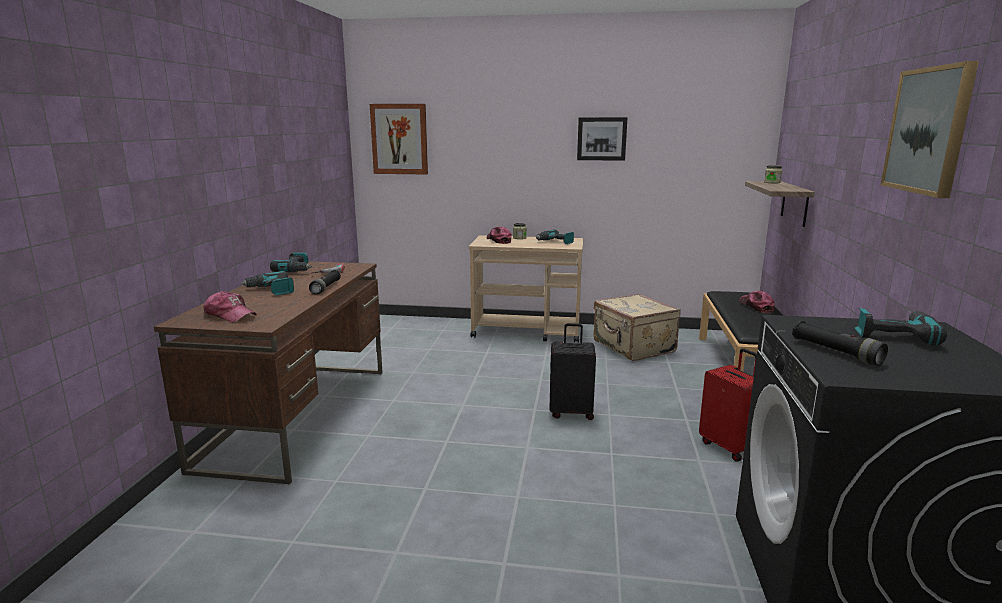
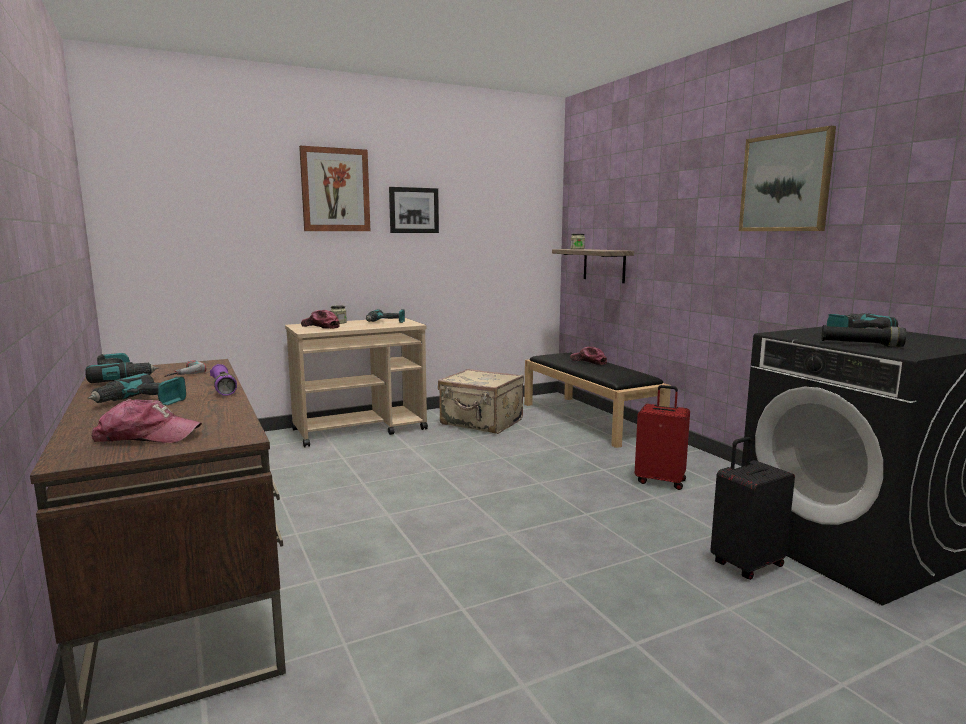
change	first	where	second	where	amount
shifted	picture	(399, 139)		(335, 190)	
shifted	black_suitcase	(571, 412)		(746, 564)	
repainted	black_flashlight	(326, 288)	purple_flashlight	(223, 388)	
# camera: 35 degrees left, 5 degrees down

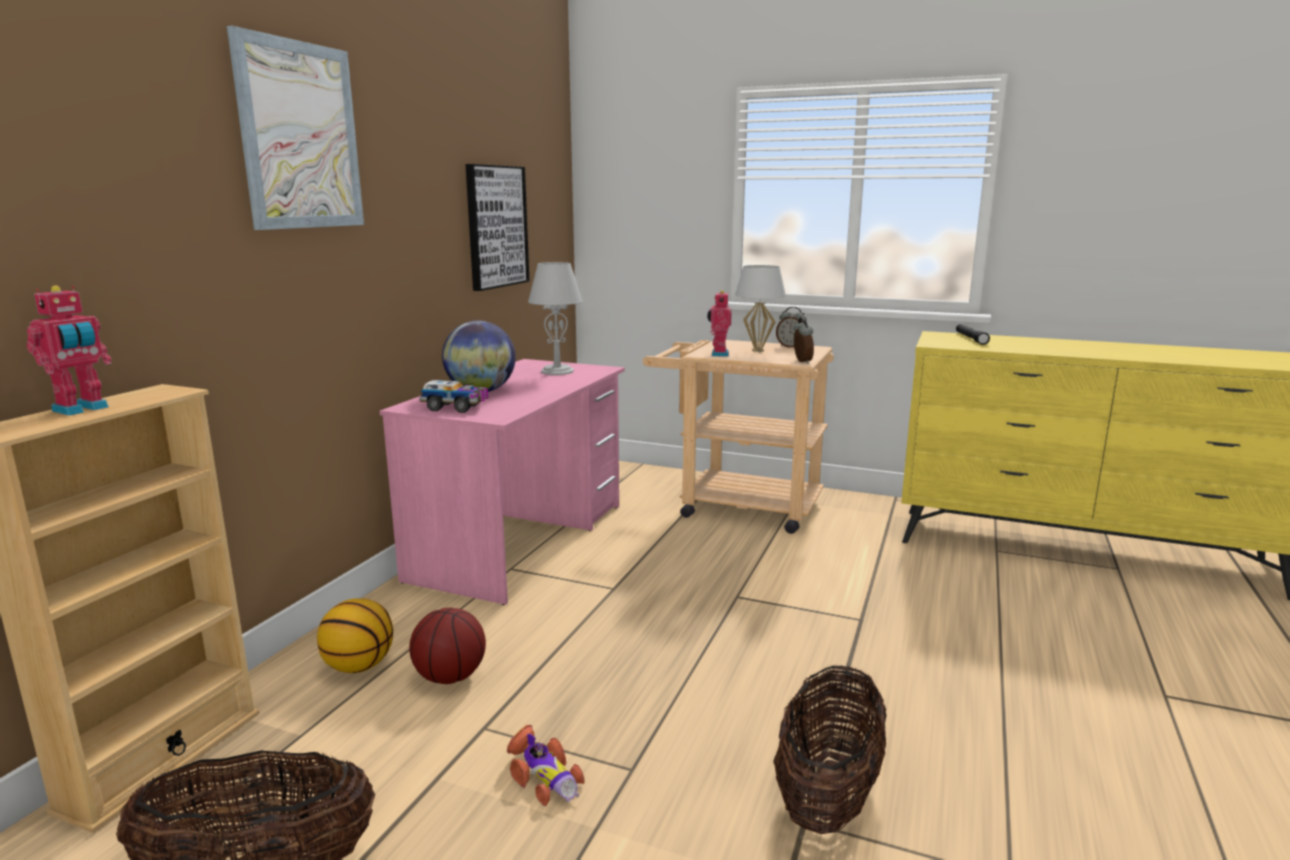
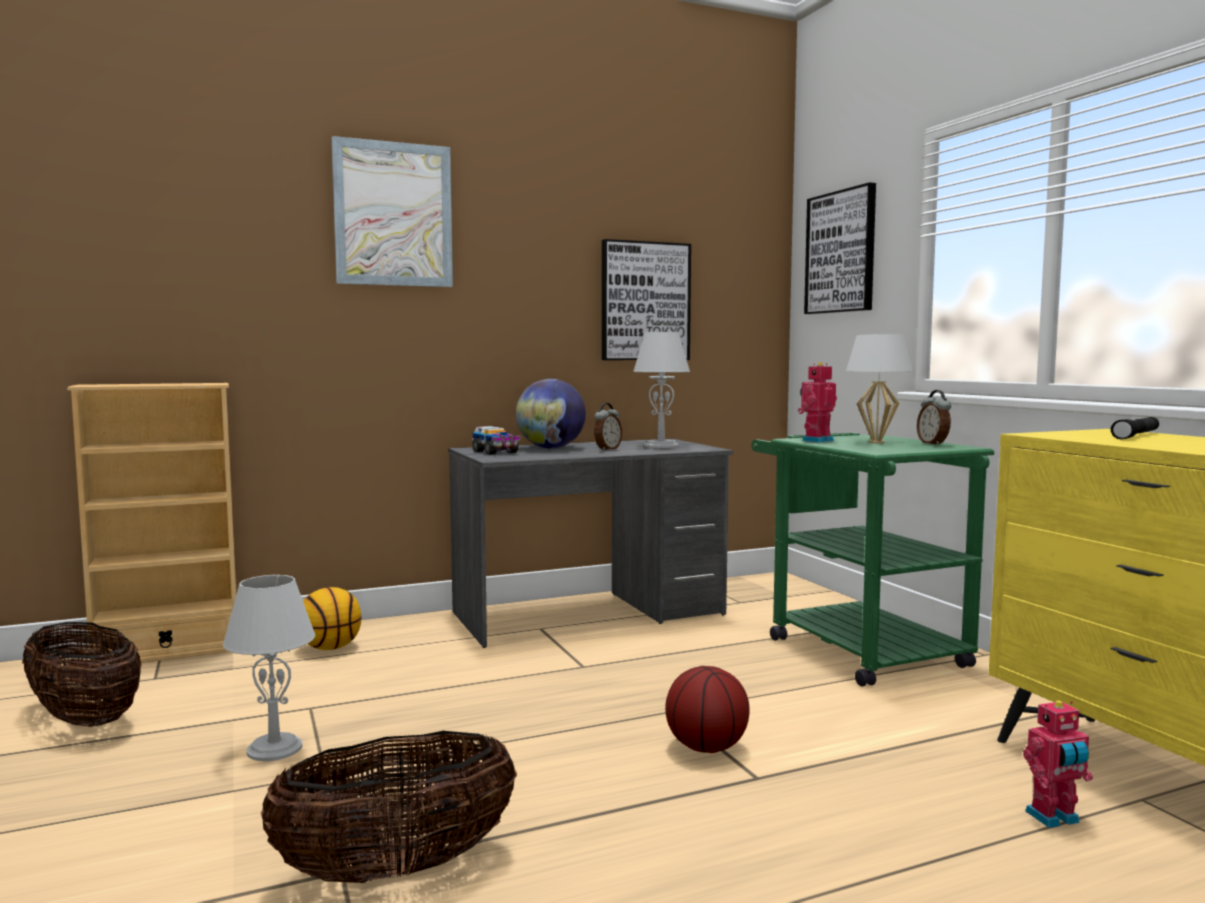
change	first	where	second	where	amount
new			picture	(841, 252)	
shifted	toy_robot	(82, 409)		(1054, 818)	
shifted	basketball	(450, 677)		(706, 748)	
shifted	alarm_clock	(801, 361)		(607, 449)	
swapped	toy_car	(543, 776)	grey_table_lamp	(275, 748)	
repainted	pink_desk	(521, 541)	grey_desk	(589, 614)	
repainted	beige_cart	(737, 505)	green_cart	(855, 647)	
# camera: 45 degrees right, 10 degrees down

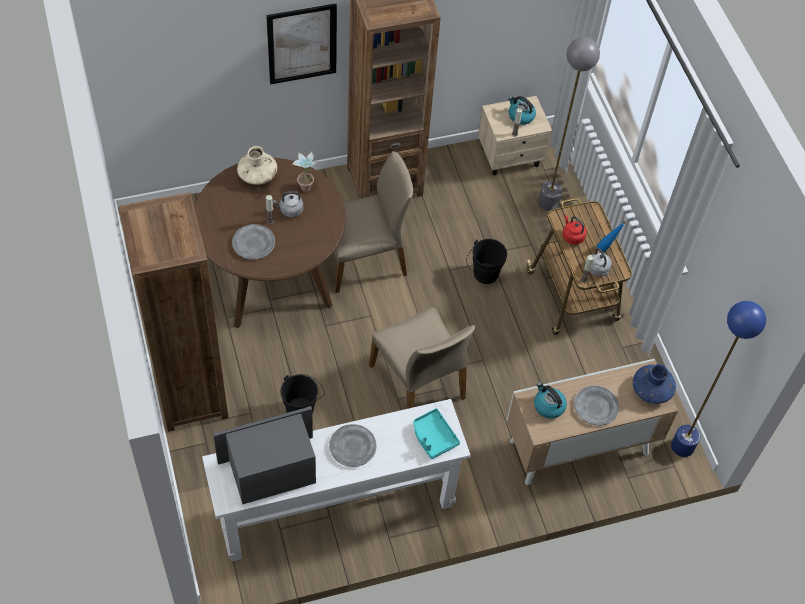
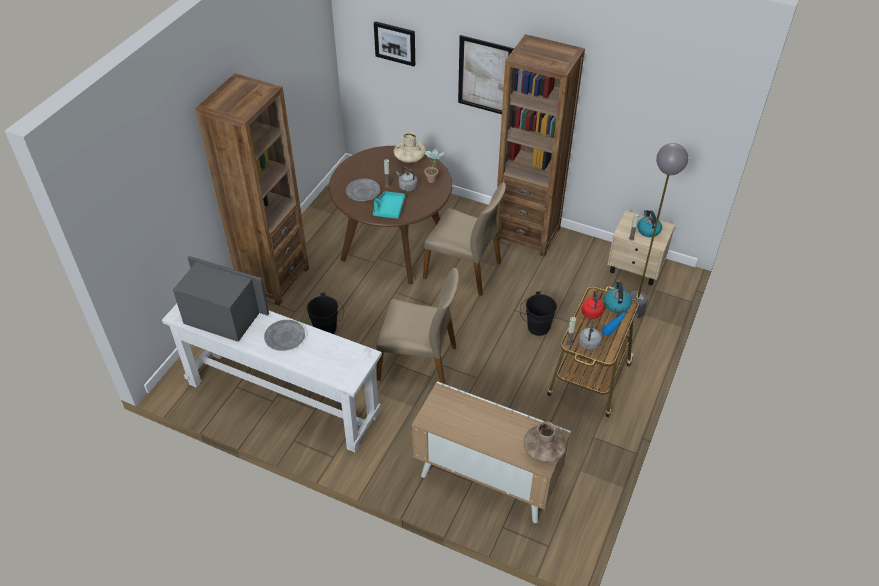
change	first	where	second	where	amount
gone	grey_plate	(595, 406)			
gone	blue_floor_lamp	(682, 446)			
new			picture	(395, 43)	
shifted	turquoise_tray	(433, 437)		(389, 209)	
shifted	kettle	(548, 406)		(616, 304)	
repainted	blue_vase	(651, 390)	brown_vase	(544, 450)	
rotated	beige_chair	(419, 382)		(418, 362)	90 degrees counterclockwise
# camera: 45 degrees right, 10 degrees down

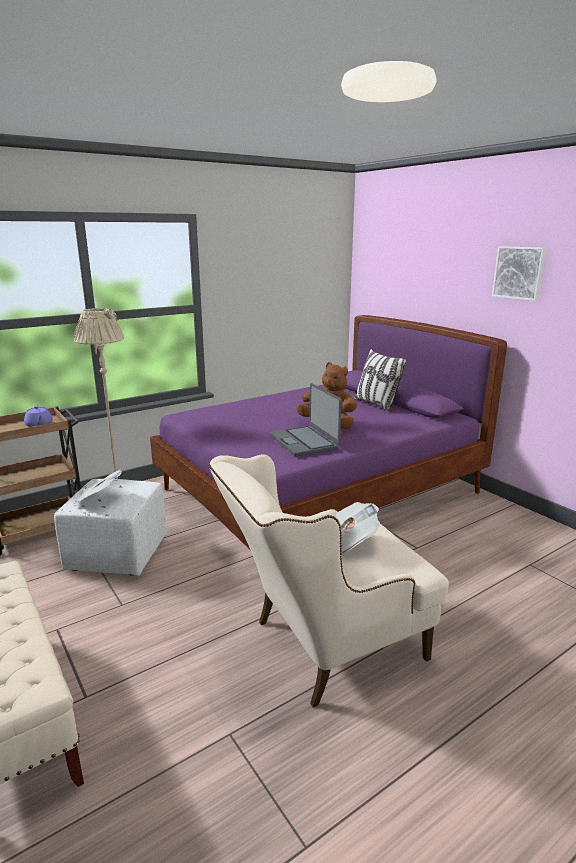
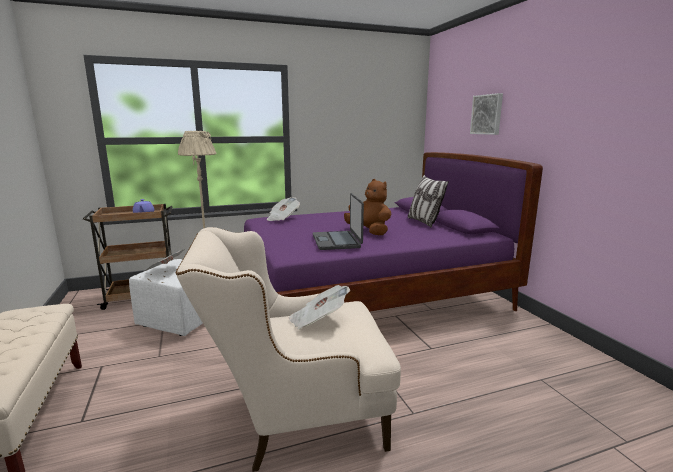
change	first	where	second	where	amount
new			newspaper	(282, 218)	
shifted	picture	(519, 273)		(487, 114)	
# camera: 15 degrees right, 5 degrees down

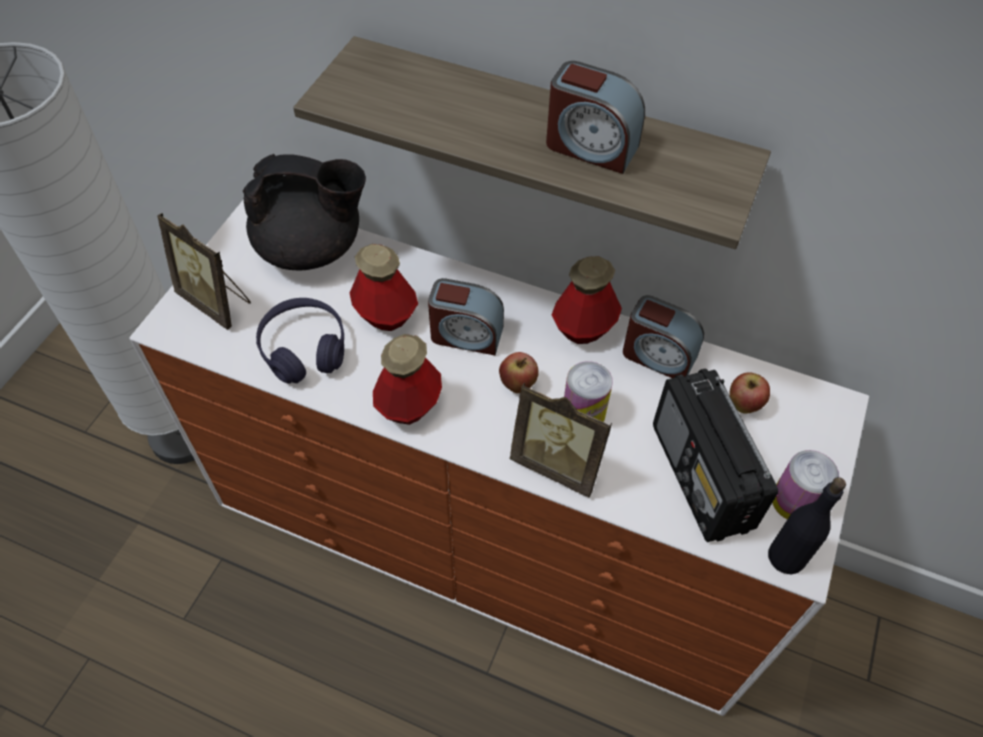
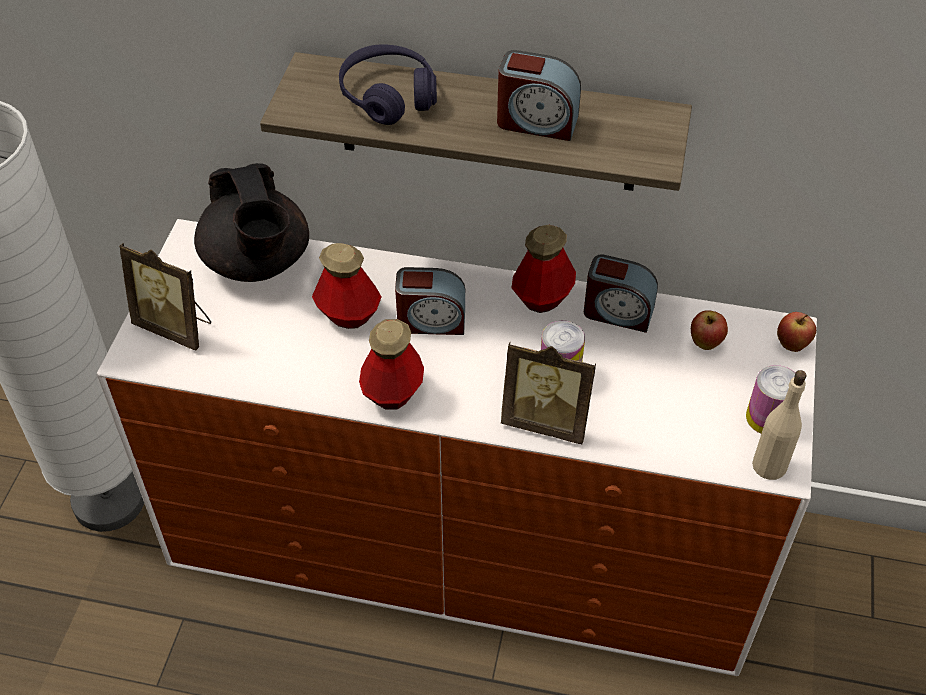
change	first	where	second	where	amount
gone	radio	(701, 478)			
shifted	purple_headphones	(304, 349)		(388, 96)	
shifted	apple	(518, 385)		(792, 345)	
repainted	black_bottle	(786, 556)	beige_bottle	(769, 465)	
rotated	black_teapot	(312, 248)		(257, 263)	75 degrees clockwise
# camera: 10 degrees left, 5 degrees down

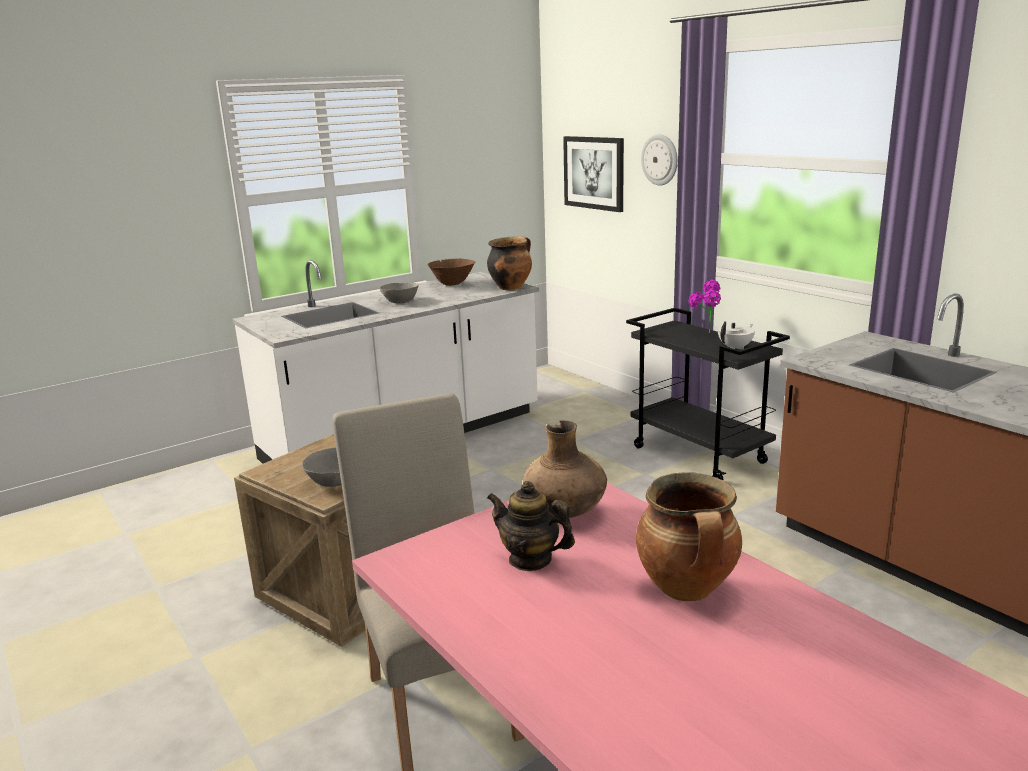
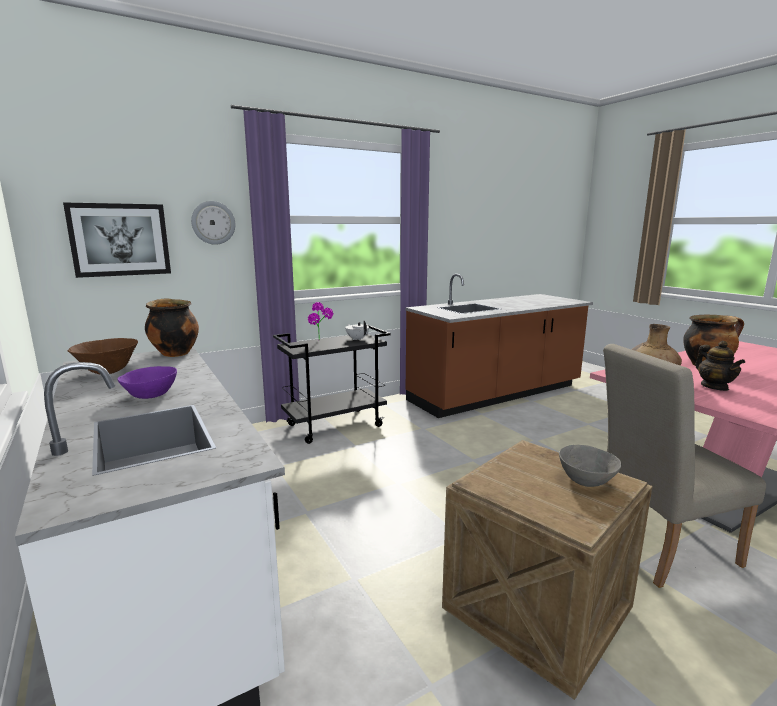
change	first	where	second	where	amount
repainted	grey_bowl	(401, 301)	purple_bowl	(150, 395)	
rotated	teapot	(530, 559)		(714, 387)	45 degrees counterclockwise
# camera: 85 degrees left, 5 degrees down

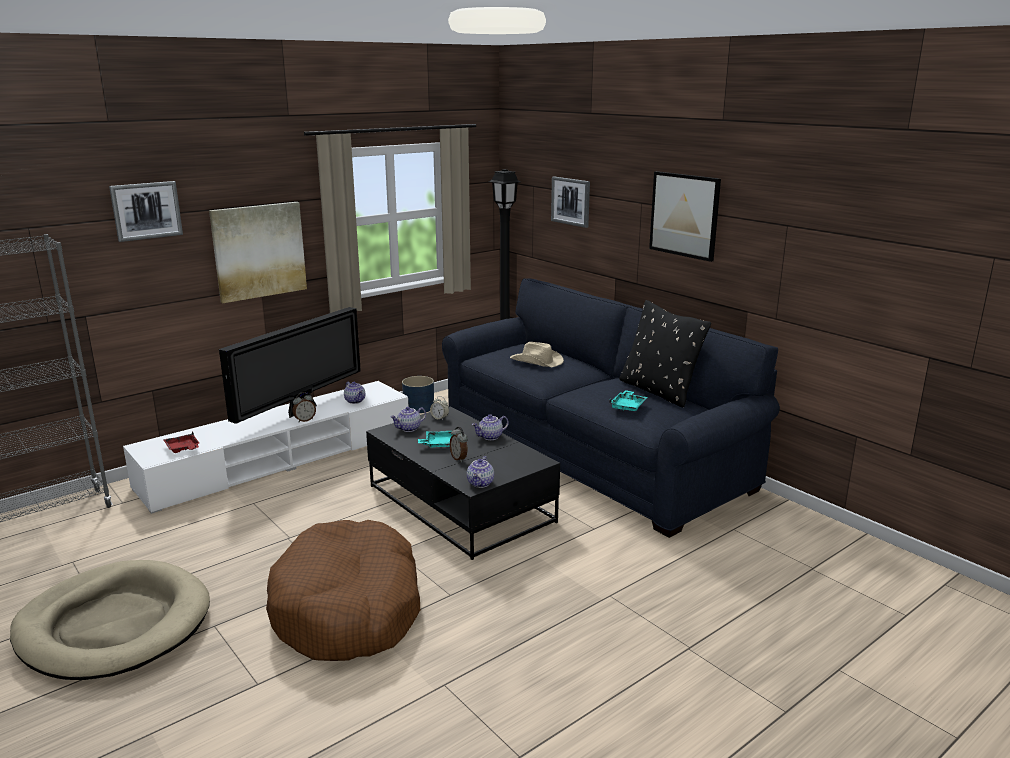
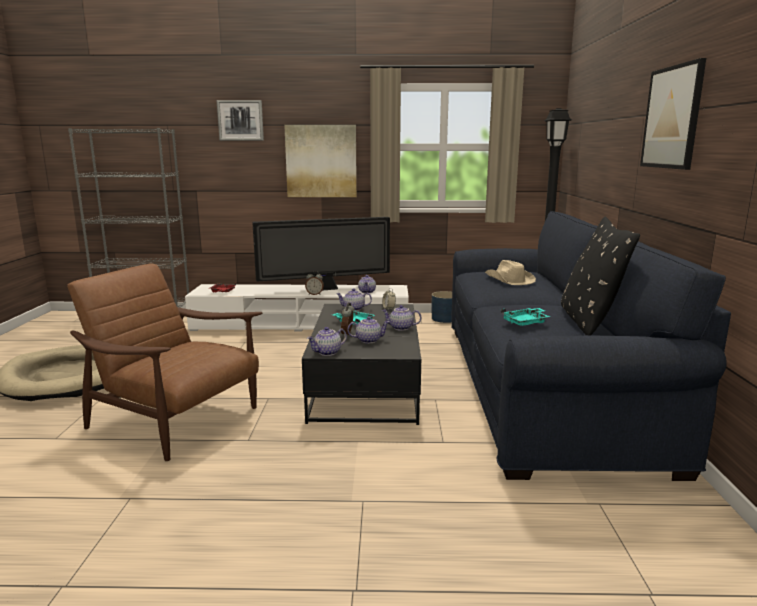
change	first	where	second	where	amount
gone	picture	(571, 201)			
new			teapot	(368, 340)	
swapped	brown_dog_bed	(348, 609)	brown_armchair	(176, 419)	
# camera: 40 degrees right, 5 degrees down

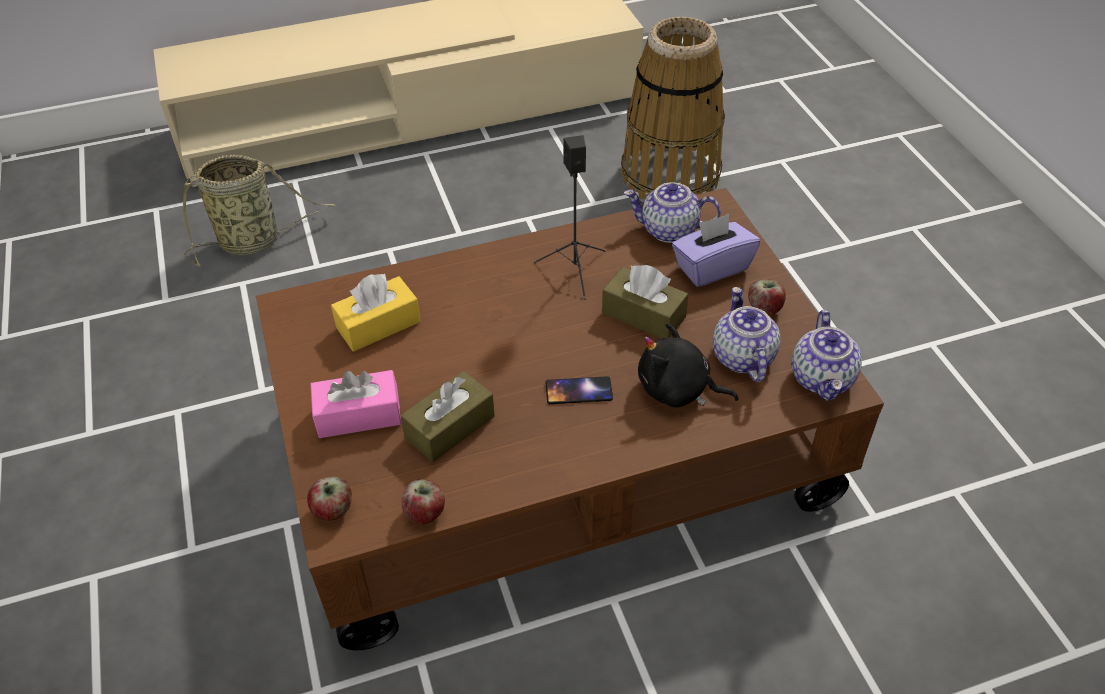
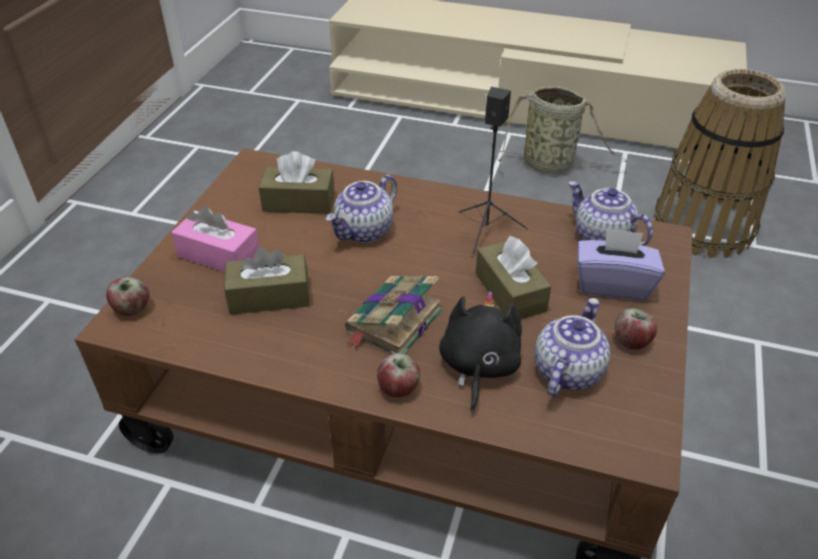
change	first	where	second	where	amount
shifted	basket	(254, 241)		(551, 165)	
shifted	apple	(425, 512)		(399, 388)	
shifted	teapot	(823, 379)		(364, 231)	
swapped	phone	(579, 391)	book	(393, 322)	
repainted	yellow_tissue_box	(378, 325)	brown_tissue_box	(299, 202)	
rotated	black_plush_toy	(678, 390)		(478, 367)	45 degrees clockwise
# camera: 35 degrees right, 5 degrees down

